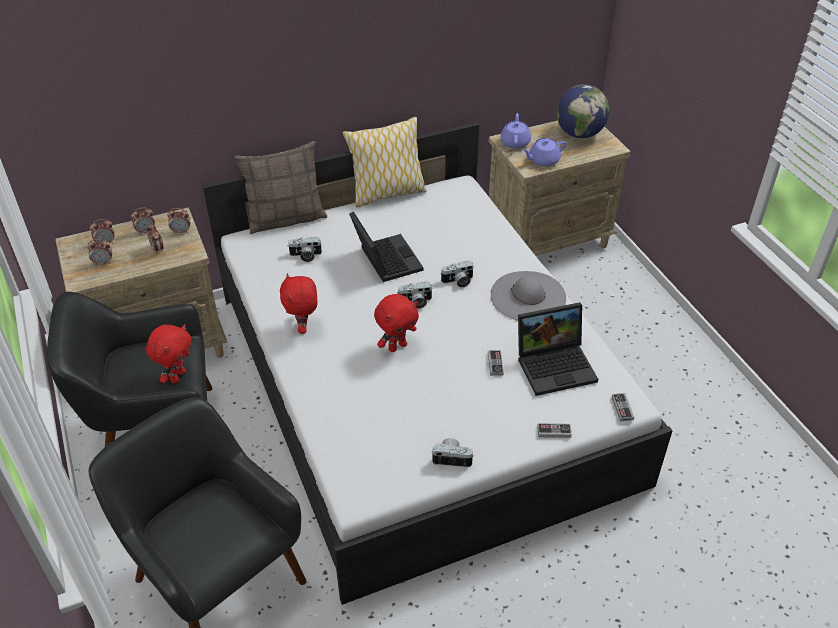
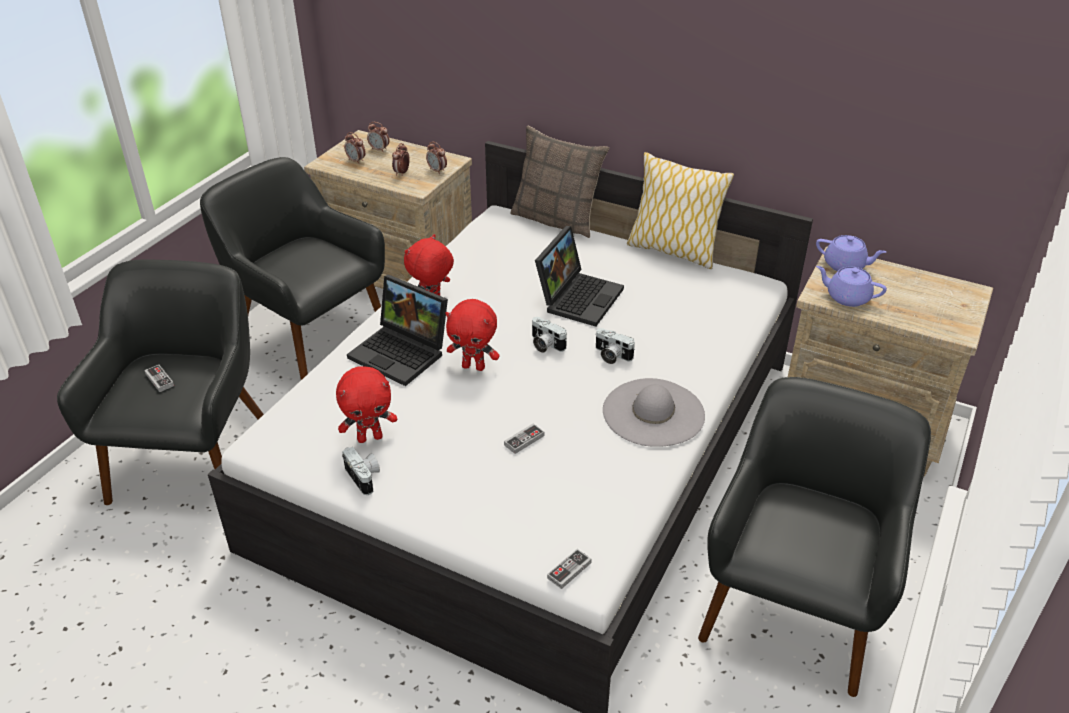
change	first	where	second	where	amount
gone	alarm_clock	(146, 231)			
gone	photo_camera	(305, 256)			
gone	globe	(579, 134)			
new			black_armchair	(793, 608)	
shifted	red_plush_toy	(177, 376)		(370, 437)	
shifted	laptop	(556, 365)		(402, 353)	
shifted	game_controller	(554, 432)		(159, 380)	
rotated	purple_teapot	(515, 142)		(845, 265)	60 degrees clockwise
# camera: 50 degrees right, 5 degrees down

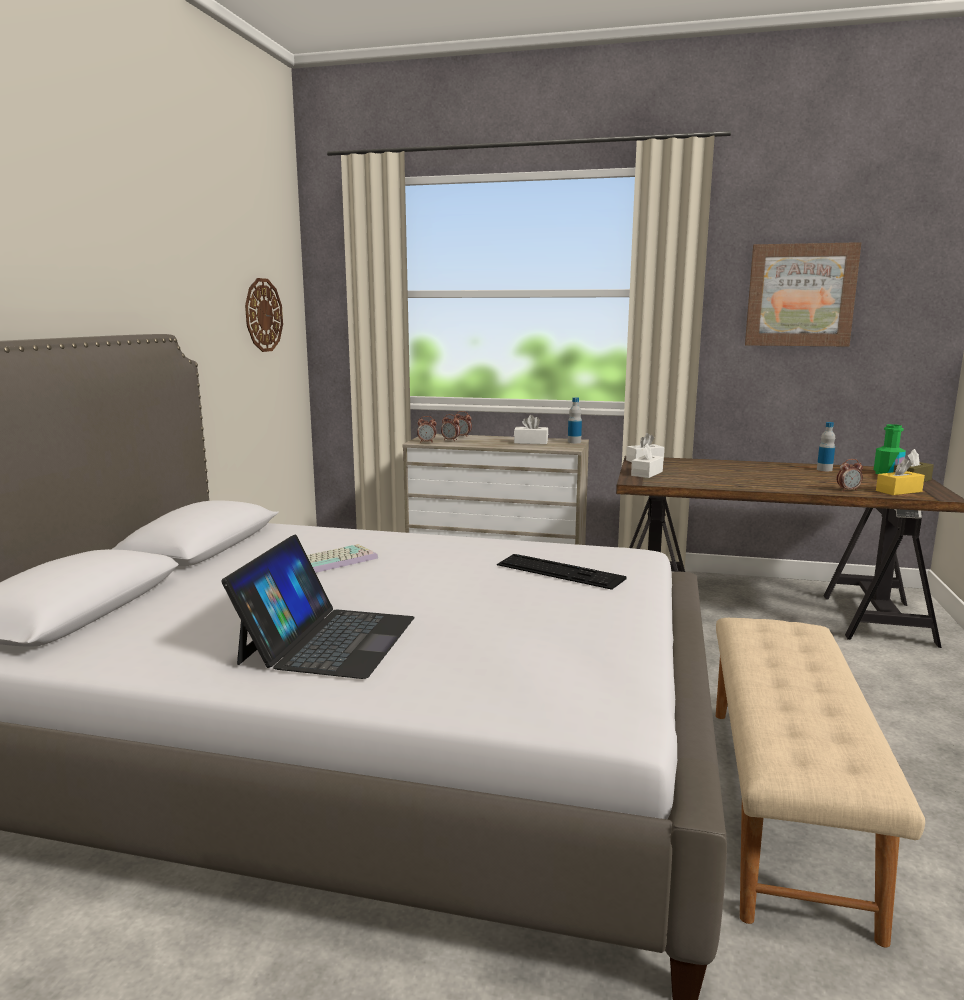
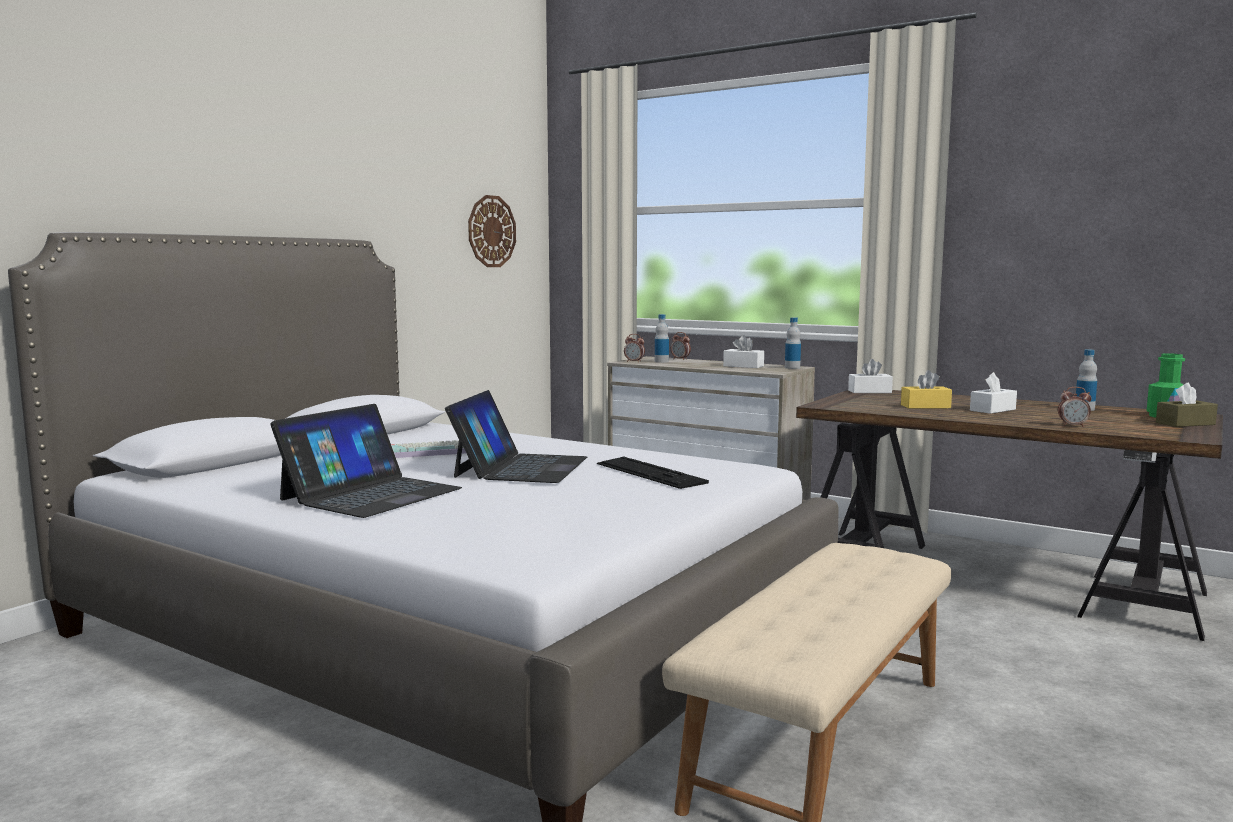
change	first	where	second	where	amount
gone	picture	(800, 295)			
new			laptop	(520, 467)	
shifted	white_tissue_box	(647, 473)		(992, 410)	
shifted	yellow_tissue_box	(898, 491)		(925, 406)	
swapped	alarm_clock	(450, 440)	bottle	(661, 361)	
# camera: 20 degrees right, 5 degrees down

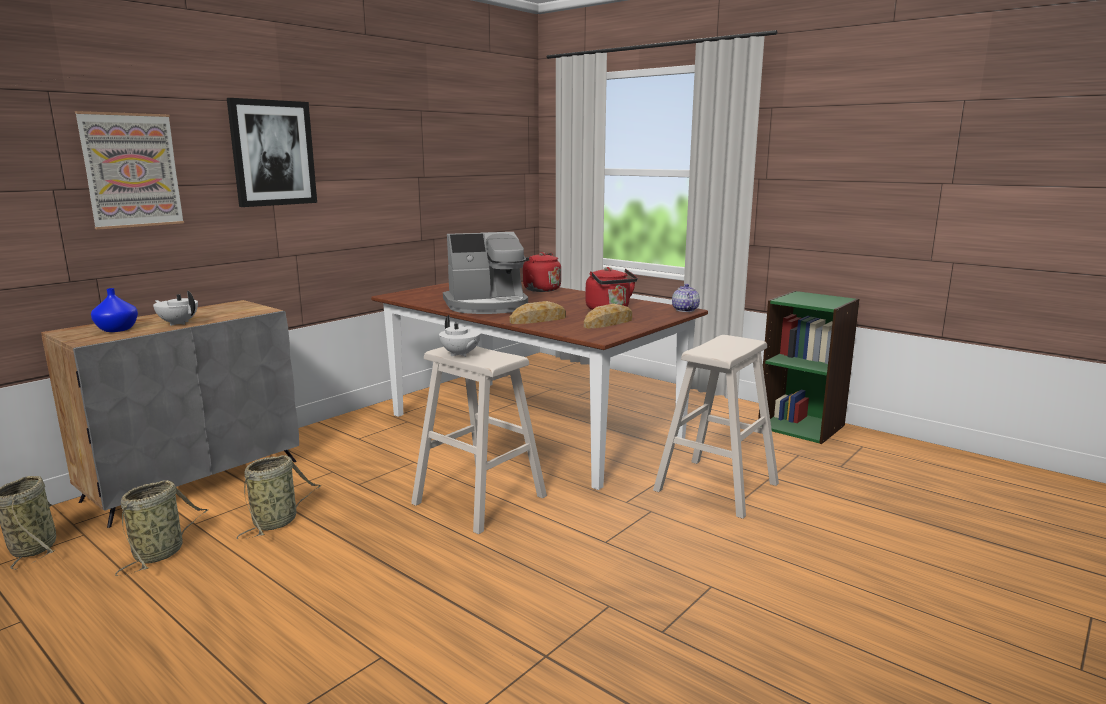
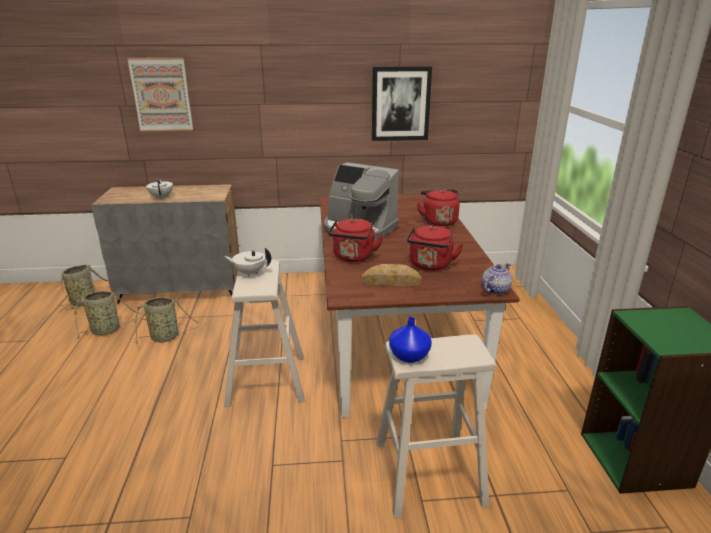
change	first	where	second	where	amount
shifted	blue_vase	(116, 329)		(408, 355)	
shifted	picture	(273, 153)		(400, 104)	
swapped	bread	(538, 320)	red_kettle	(353, 257)	
rotated	white_teapot	(460, 354)		(250, 273)	90 degrees clockwise
# camera: 45 degrees right, 10 degrees up

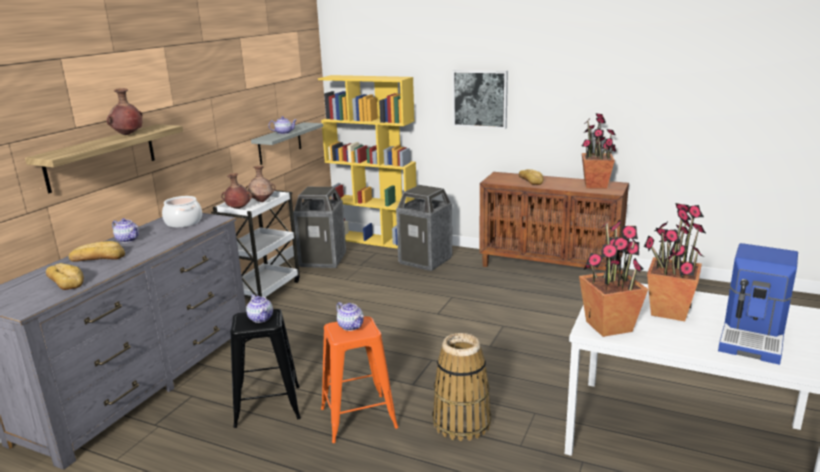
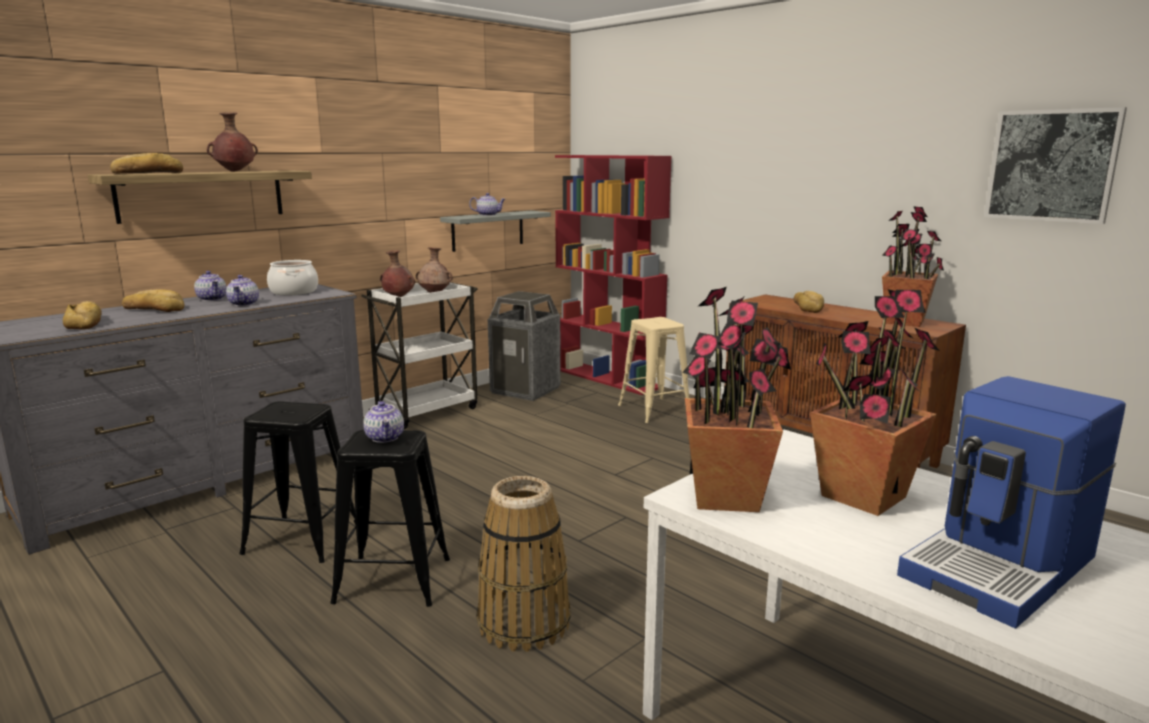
change	first	where	second	where	amount
new			bread	(147, 173)	
shifted	teapot	(261, 318)		(244, 304)	
shifted	picture	(480, 98)		(1051, 165)	
swapped	trash_can	(426, 260)	beige_stool	(654, 410)	
repainted	yellow_bookcase	(374, 240)	red_bookcase	(609, 378)	
repainted	orange_stool	(358, 418)	black_stool	(393, 580)	
# camera: 20 degrees right, 5 degrees down

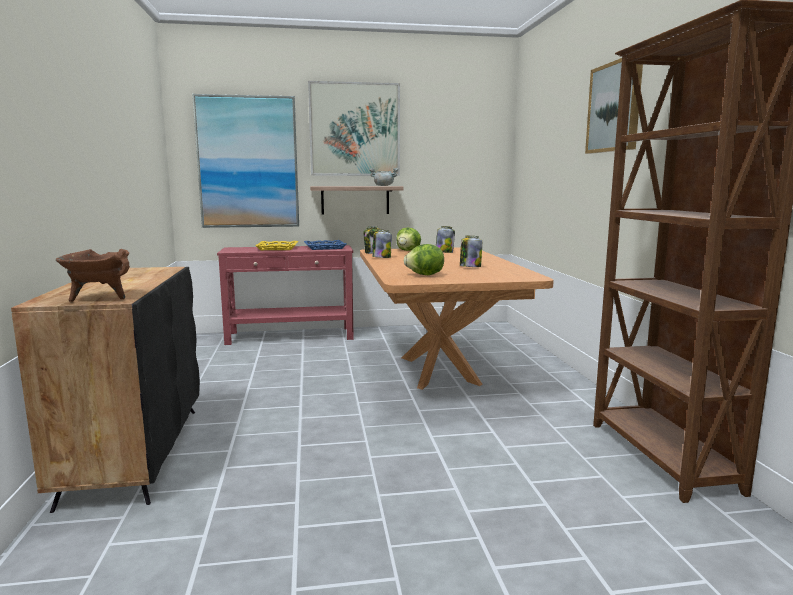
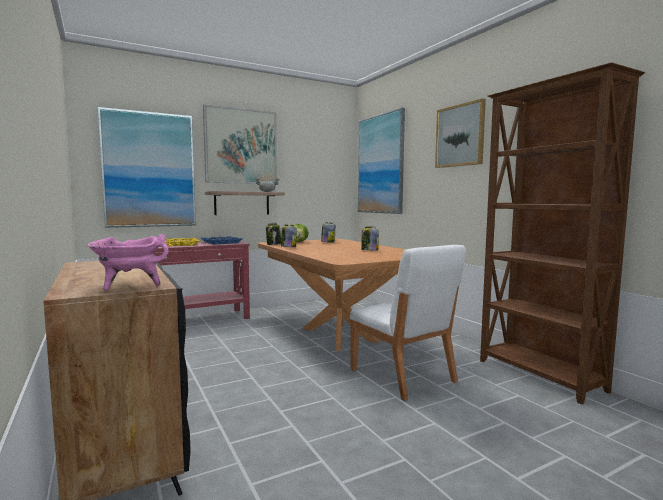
change	first	where	second	where	amount
gone	lettuce	(425, 275)			
new			white_chair	(403, 376)	
new			picture	(380, 164)	
repainted	brown_cooking_pot	(99, 298)	pink_cooking_pot	(129, 286)	
# camera: 20 degrees left, 5 degrees down

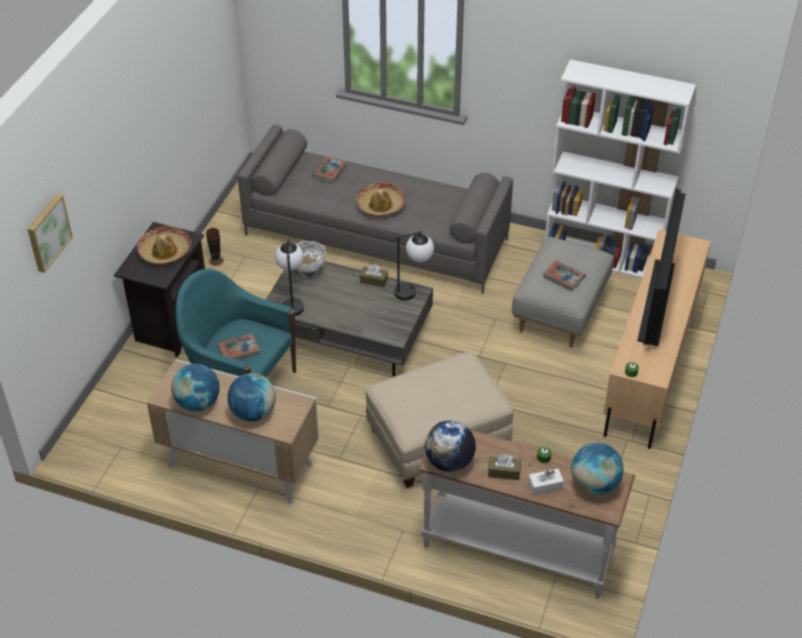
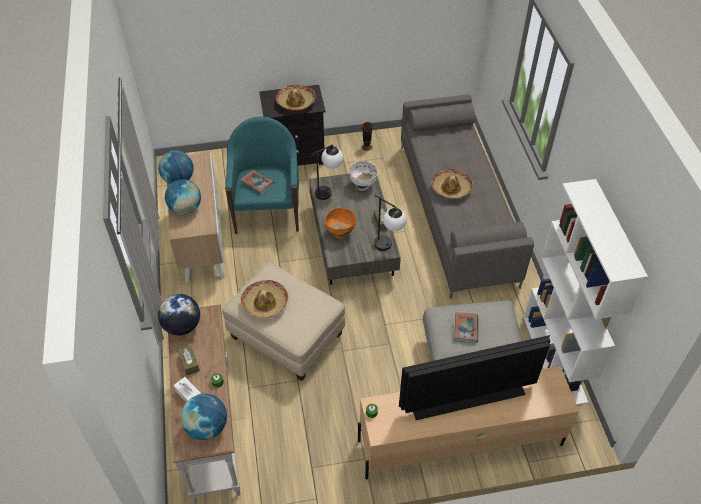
change	first	where	second	where	amount
gone	picture	(47, 232)			
gone	book	(330, 171)			
new			hat	(265, 303)	
new			orange_bowl	(340, 233)	
# camera: 60 degrees right, 5 degrees up

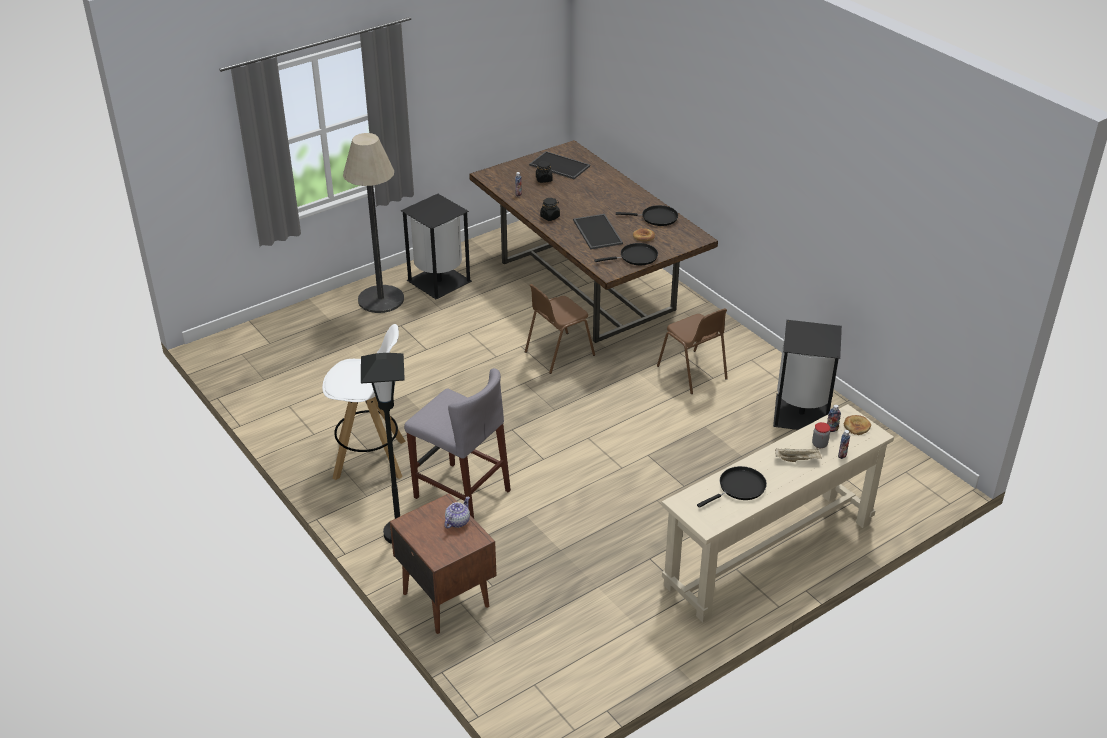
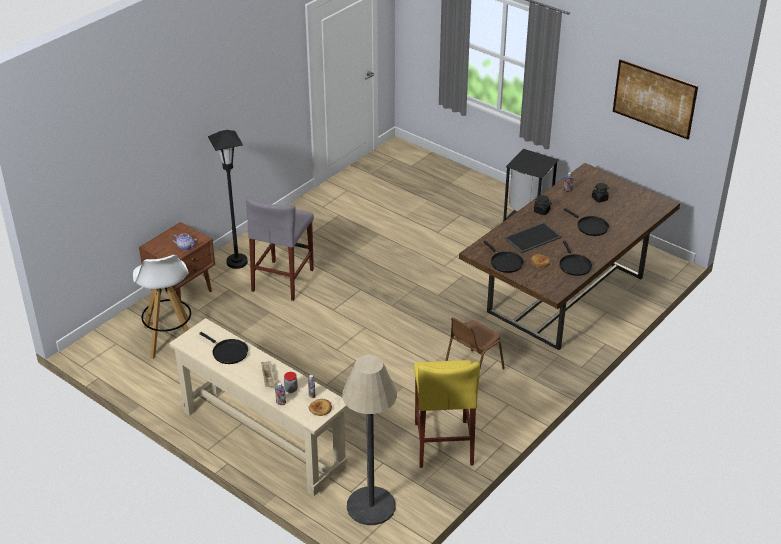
change	first	where	second	where	amount
gone	brown_chair	(558, 353)			
gone	tray	(558, 166)			
new			black_frying_pan	(590, 227)	
new			picture	(654, 99)	
shifted	white_stool	(371, 459)		(170, 338)	
shifted	floor_lamp	(381, 299)		(371, 506)	
swapped	black_trash_can	(802, 414)	yellow_stool	(443, 443)	
# camera: 75 degrees right, 0 degrees up

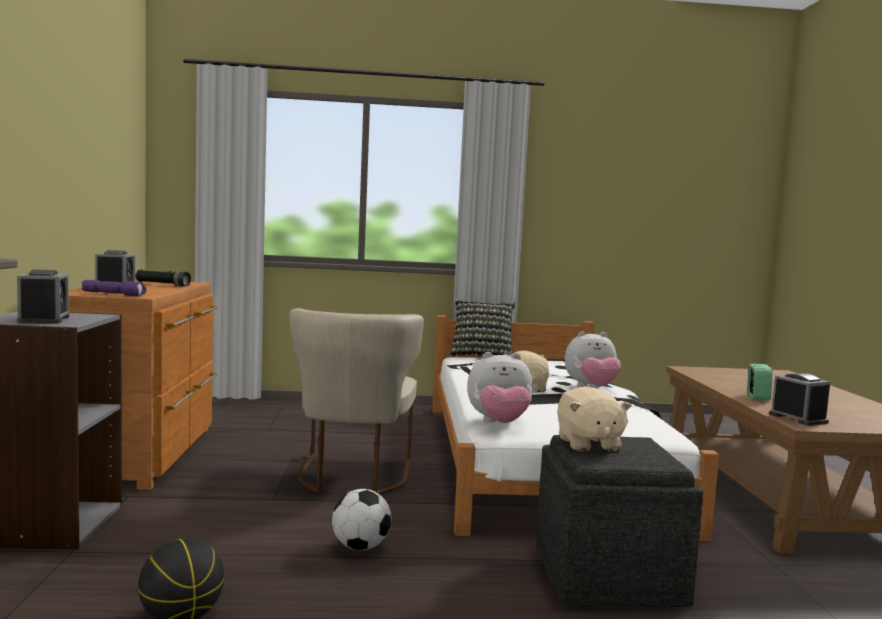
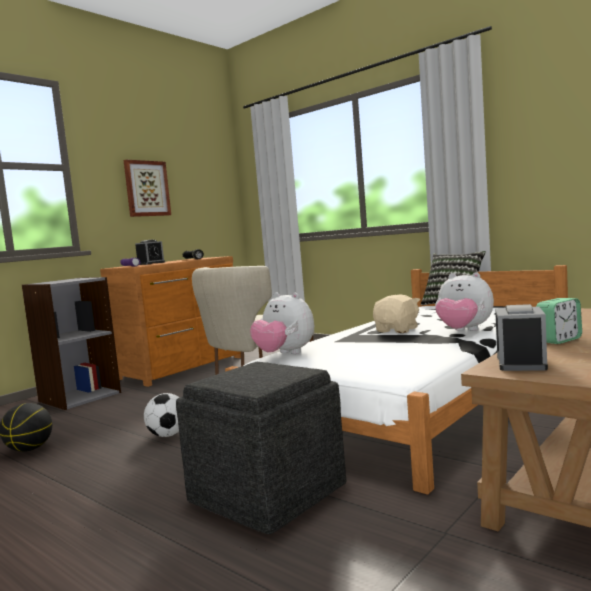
change	first	where	second	where	amount
gone	alarm_clock	(44, 320)			
gone	beige_plush_toy	(588, 444)			
new			picture	(146, 188)	
# camera: 45 degrees right, 0 degrees up

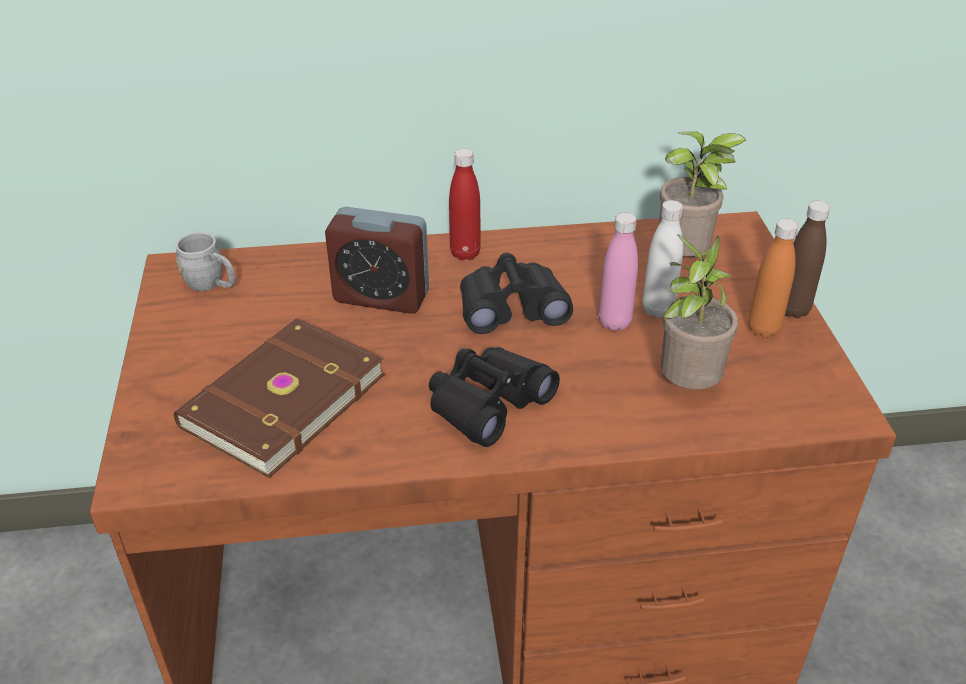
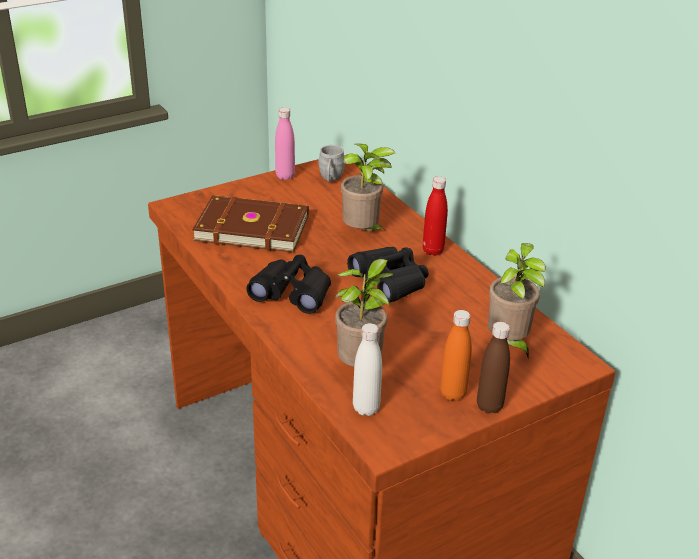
change	first	where	second	where	amount
shifted	pink_bottle	(614, 322)		(285, 176)	
shifted	white_bottle	(657, 309)		(366, 408)	
swapped	alarm_clock	(381, 297)	potted_plant	(363, 233)	
# camera: 65 degrees right, 5 degrees down

